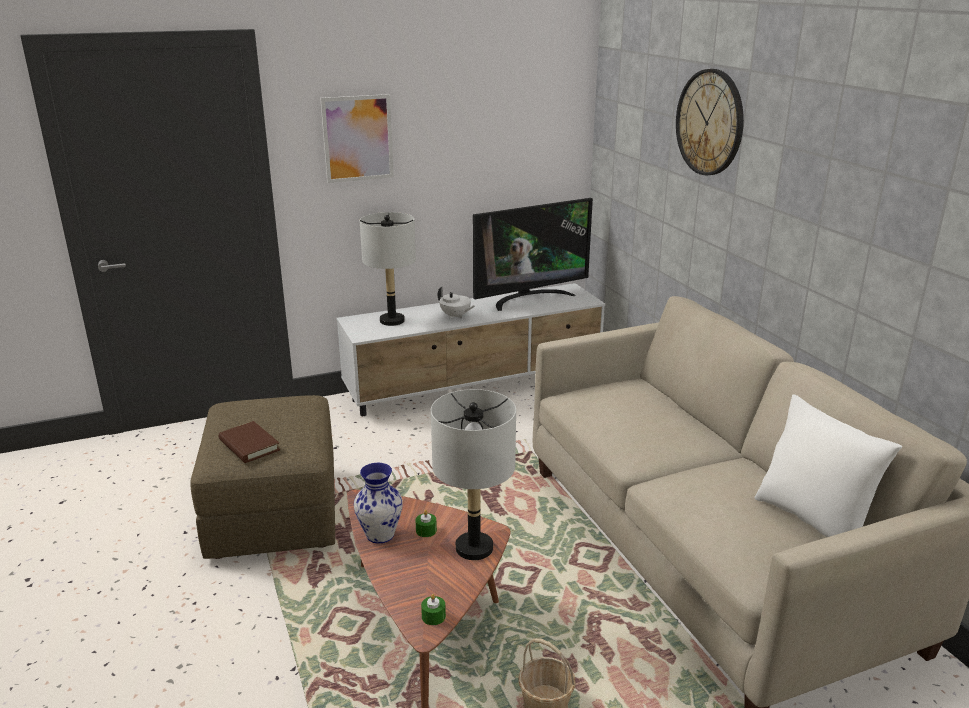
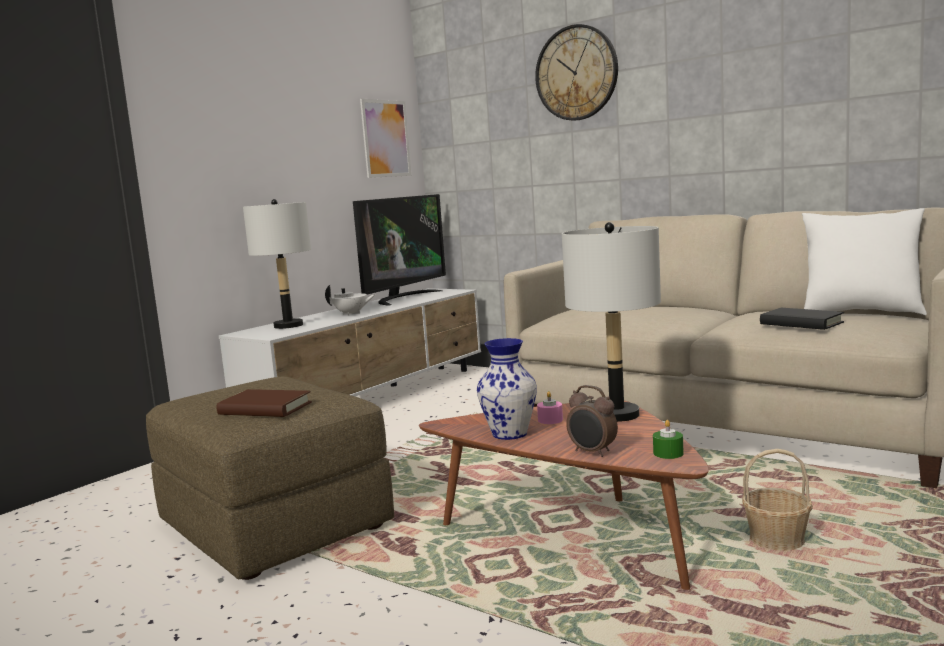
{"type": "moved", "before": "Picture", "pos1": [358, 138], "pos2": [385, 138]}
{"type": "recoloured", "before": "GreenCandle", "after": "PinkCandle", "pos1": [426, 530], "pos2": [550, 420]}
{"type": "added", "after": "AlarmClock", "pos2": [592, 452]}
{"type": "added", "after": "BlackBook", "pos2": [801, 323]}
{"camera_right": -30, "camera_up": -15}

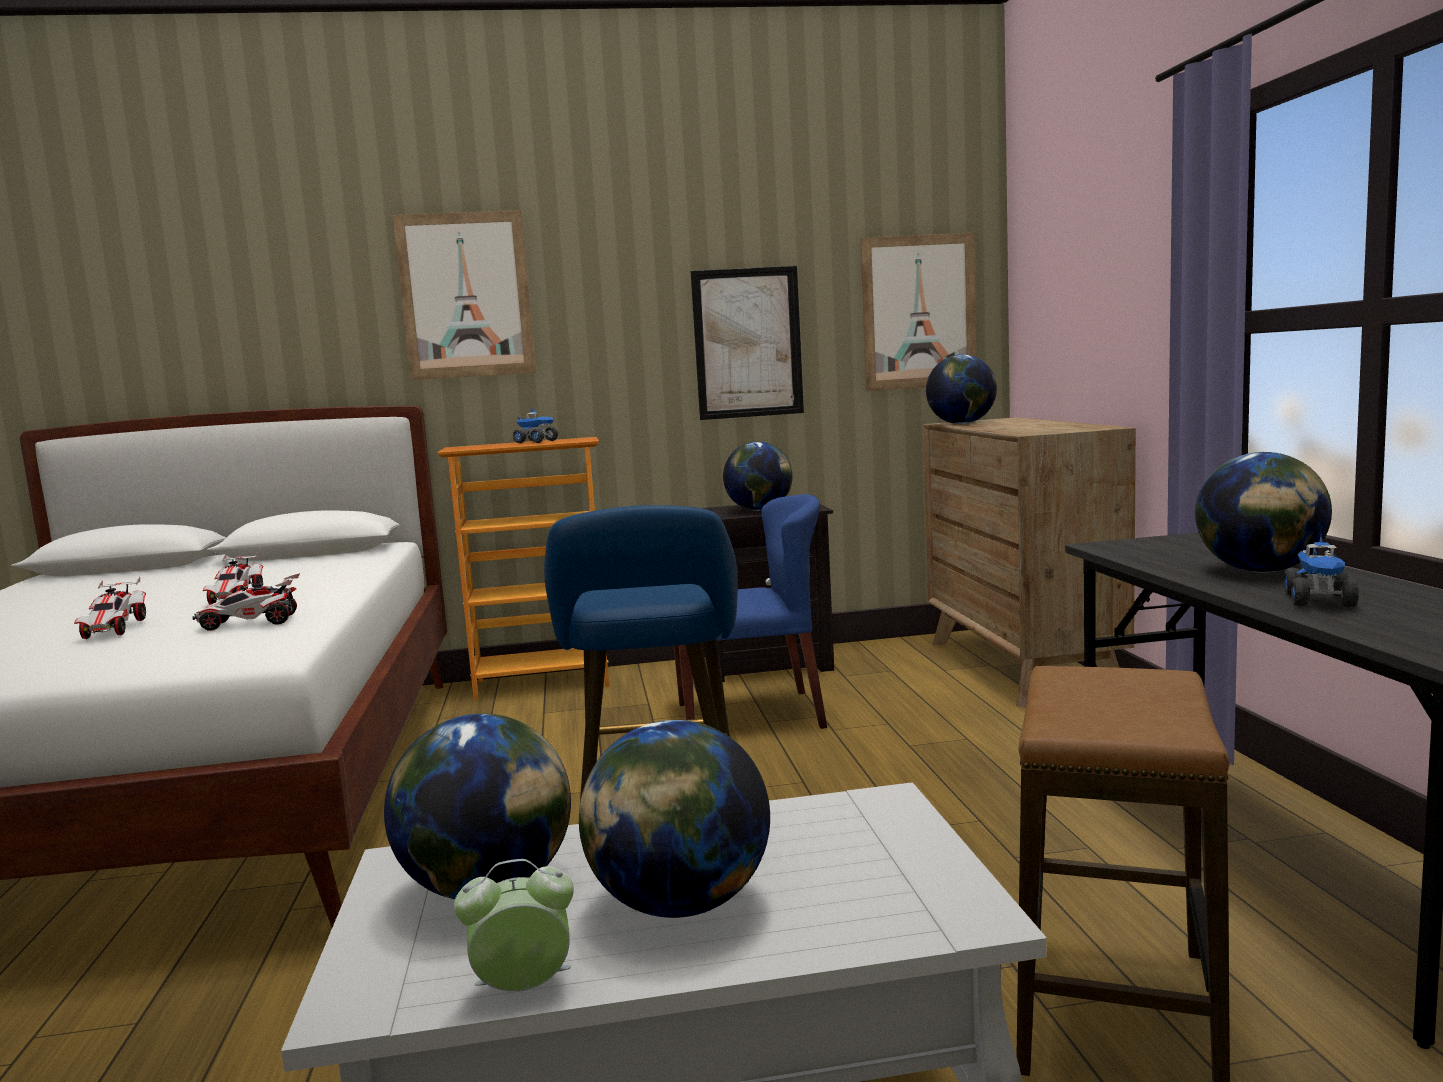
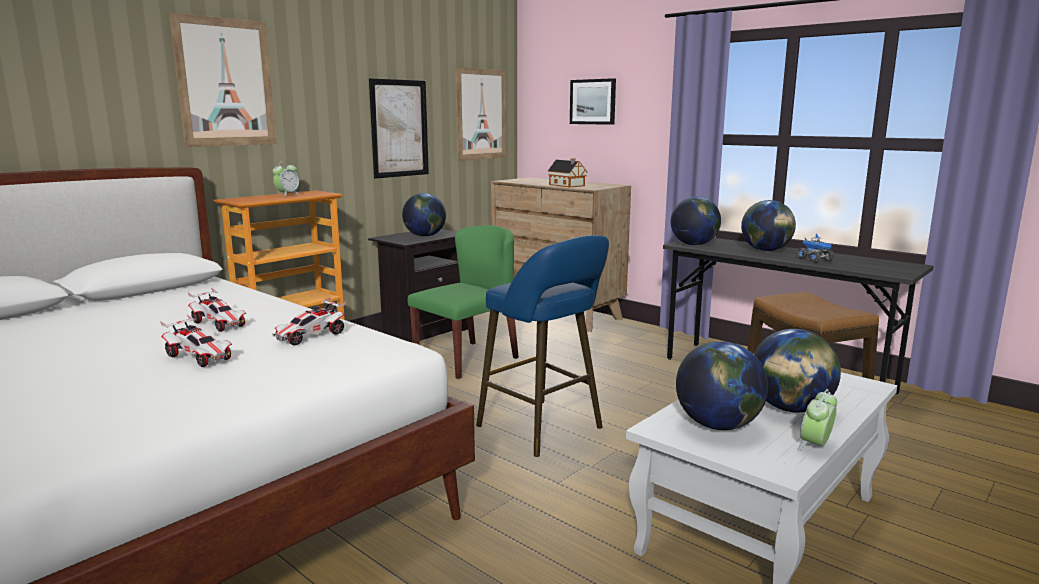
{"type": "replaced", "before": "ToyTruck", "after": "AlarmClock", "pos1": [537, 442], "pos2": [287, 195]}
{"type": "recoloured", "before": "BlueChair", "after": "GreenChair", "pos1": [751, 715], "pos2": [467, 359]}
{"type": "added", "after": "ToyHouse", "pos2": [567, 185]}
{"type": "added", "after": "Picture", "pos2": [593, 101]}
{"type": "moved", "before": "Globe", "pos1": [962, 423], "pos2": [694, 244]}
{"camera_right": -40, "camera_up": 5}

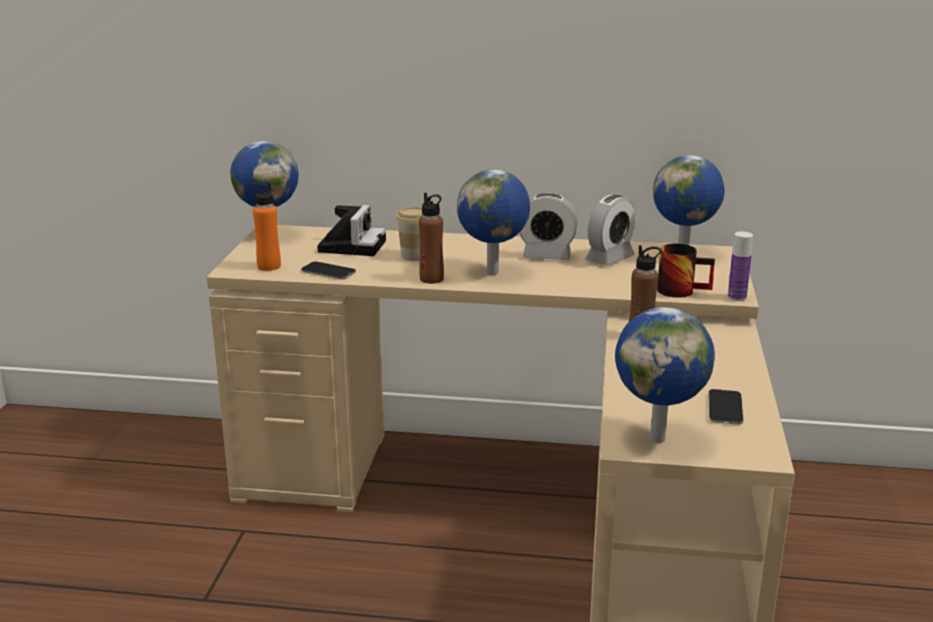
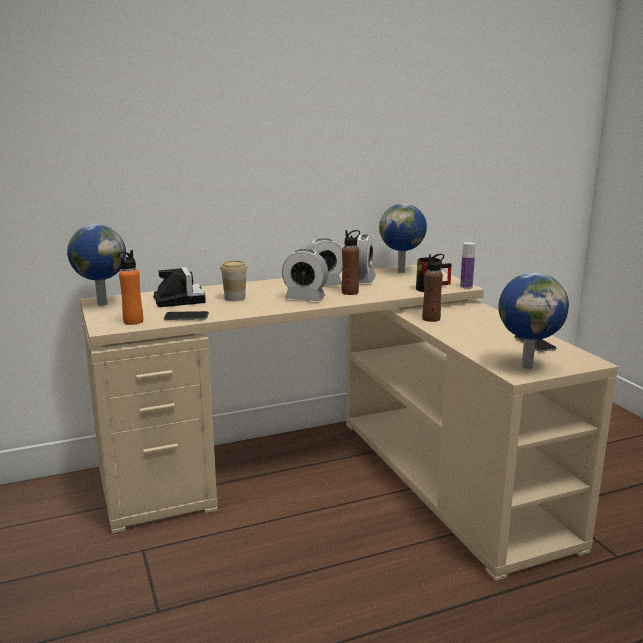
{"type": "replaced", "before": "Globe", "after": "AlarmClock", "pos1": [494, 273], "pos2": [305, 298]}
{"type": "moved", "before": "BrownBottle", "pos1": [431, 279], "pos2": [350, 292]}
{"camera_right": -30, "camera_up": -5}

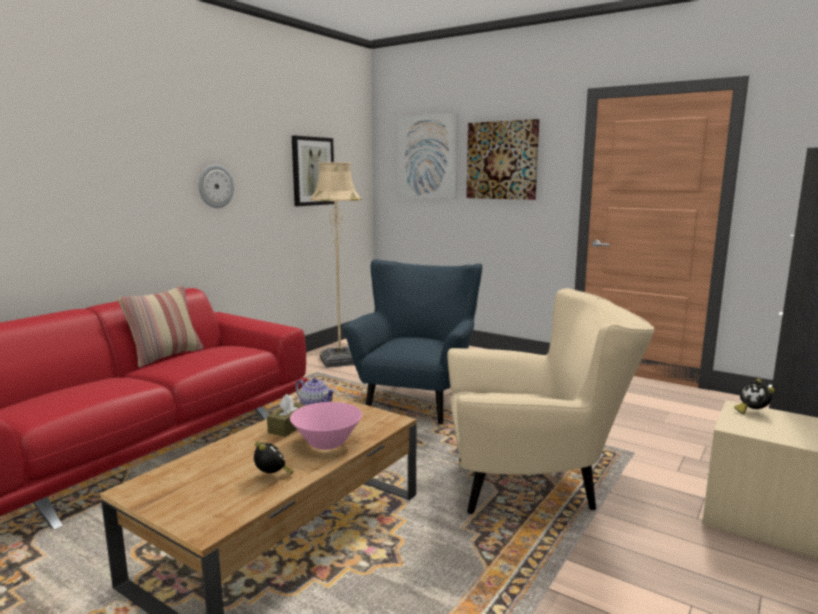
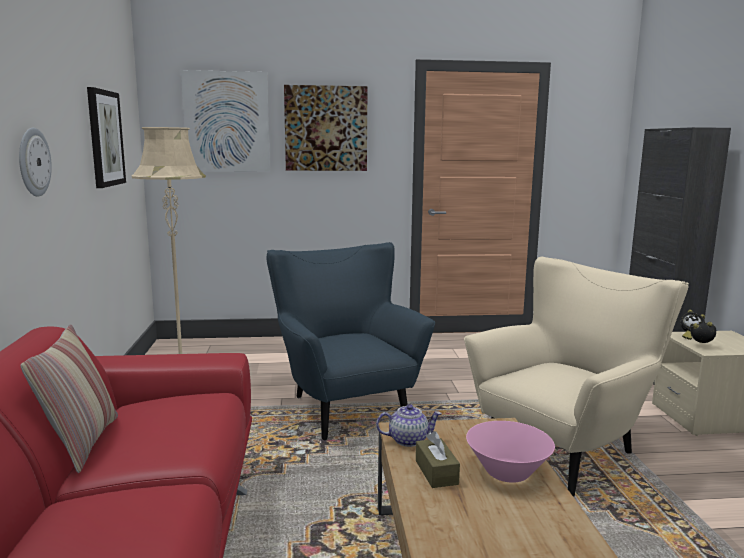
{"type": "moved", "before": "AlarmClock", "pos1": [272, 476], "pos2": [702, 346]}
{"camera_right": -40, "camera_up": 0}

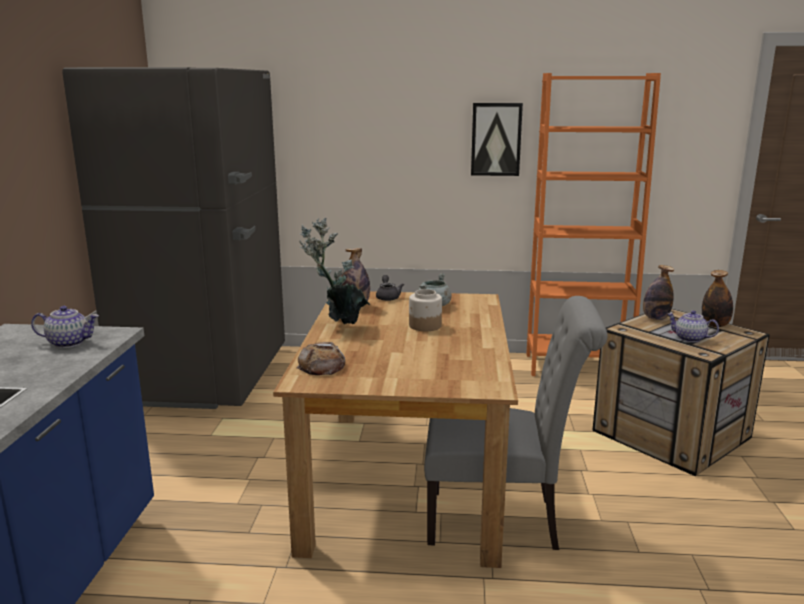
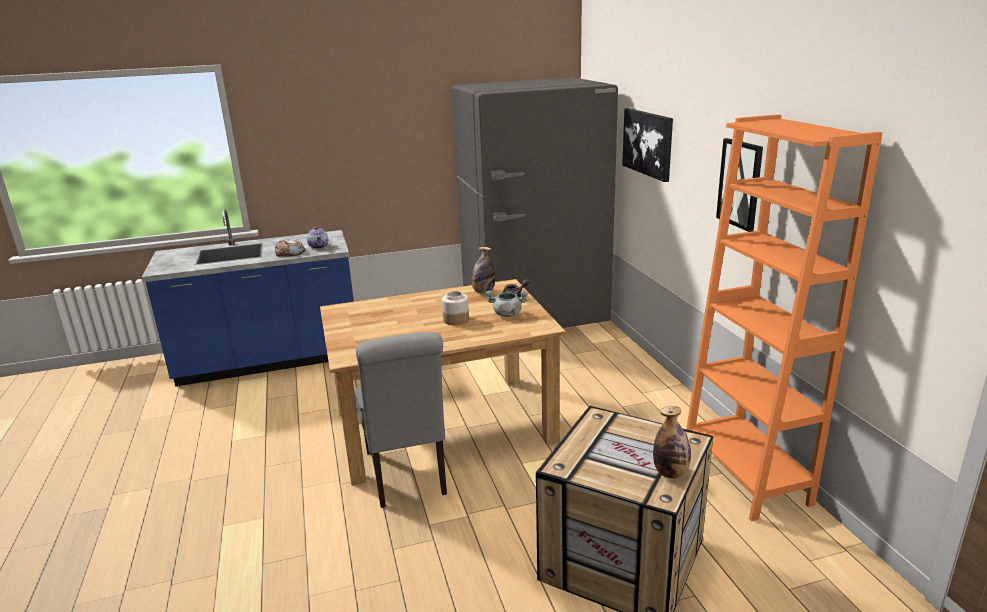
{"type": "moved", "before": "Bread", "pos1": [322, 366], "pos2": [290, 253]}
{"type": "added", "after": "Picture", "pos2": [648, 143]}
{"type": "removed", "before": "PottedPlant", "pos1": [338, 324]}
{"type": "removed", "before": "Bottle", "pos1": [655, 318]}
{"type": "removed", "before": "Teapot", "pos1": [689, 338]}
{"camera_right": 70, "camera_up": 5}

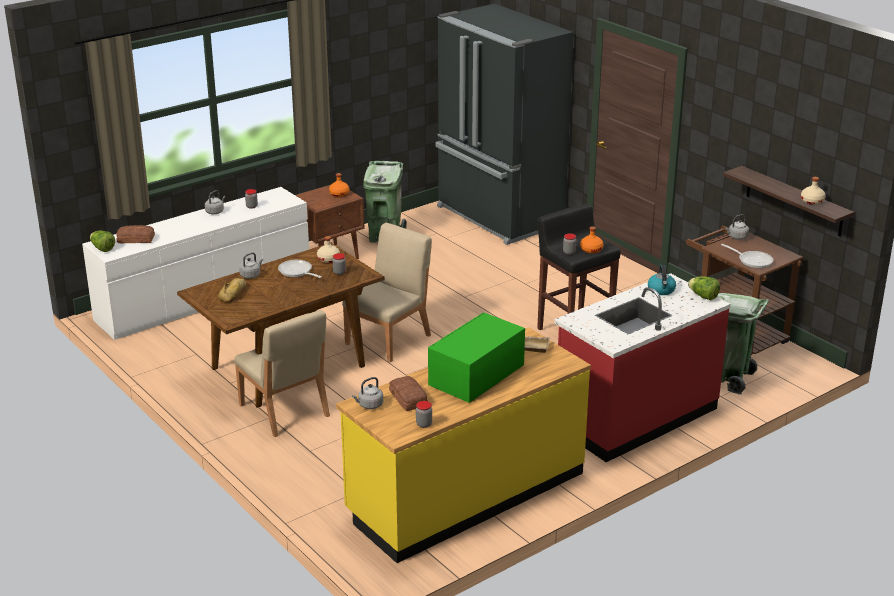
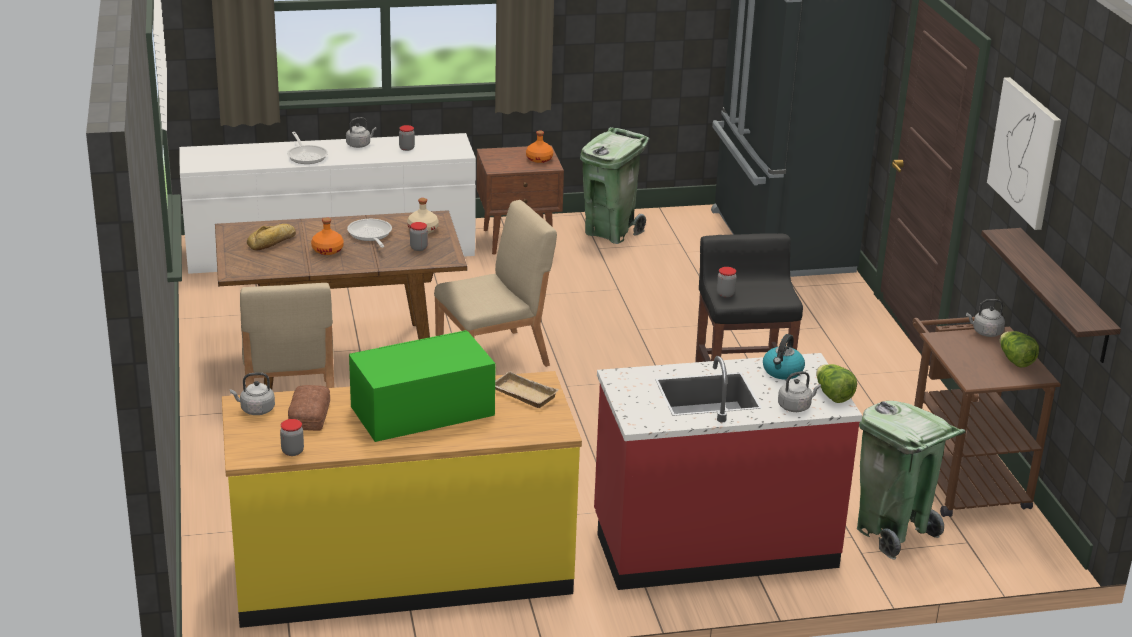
{"type": "moved", "before": "FryingPan", "pos1": [752, 261], "pos2": [306, 156]}
{"type": "moved", "before": "OrangeBottle", "pos1": [591, 250], "pos2": [327, 250]}
{"type": "moved", "before": "GreyKettle", "pos1": [251, 275], "pos2": [795, 406]}
{"type": "added", "after": "Picture", "pos2": [1025, 152]}
{"type": "moved", "before": "Lettuce", "pos1": [102, 249], "pos2": [1015, 360]}
{"type": "removed", "before": "Bread", "pos1": [135, 239]}
{"type": "removed", "before": "BeigeBottle", "pos1": [812, 201]}
{"camera_right": 25, "camera_up": 0}

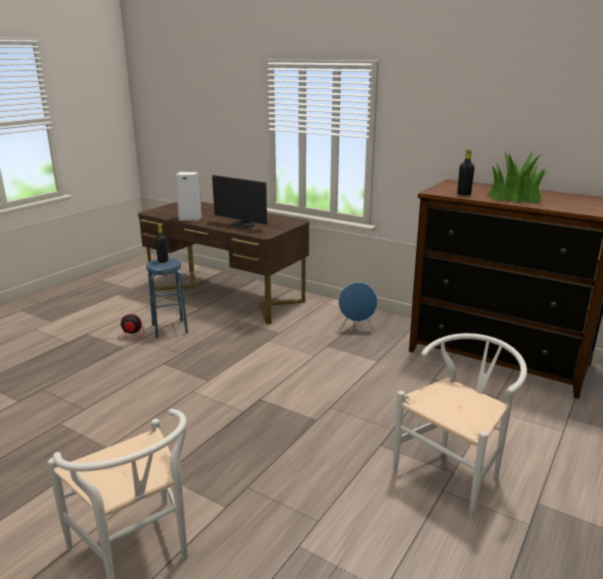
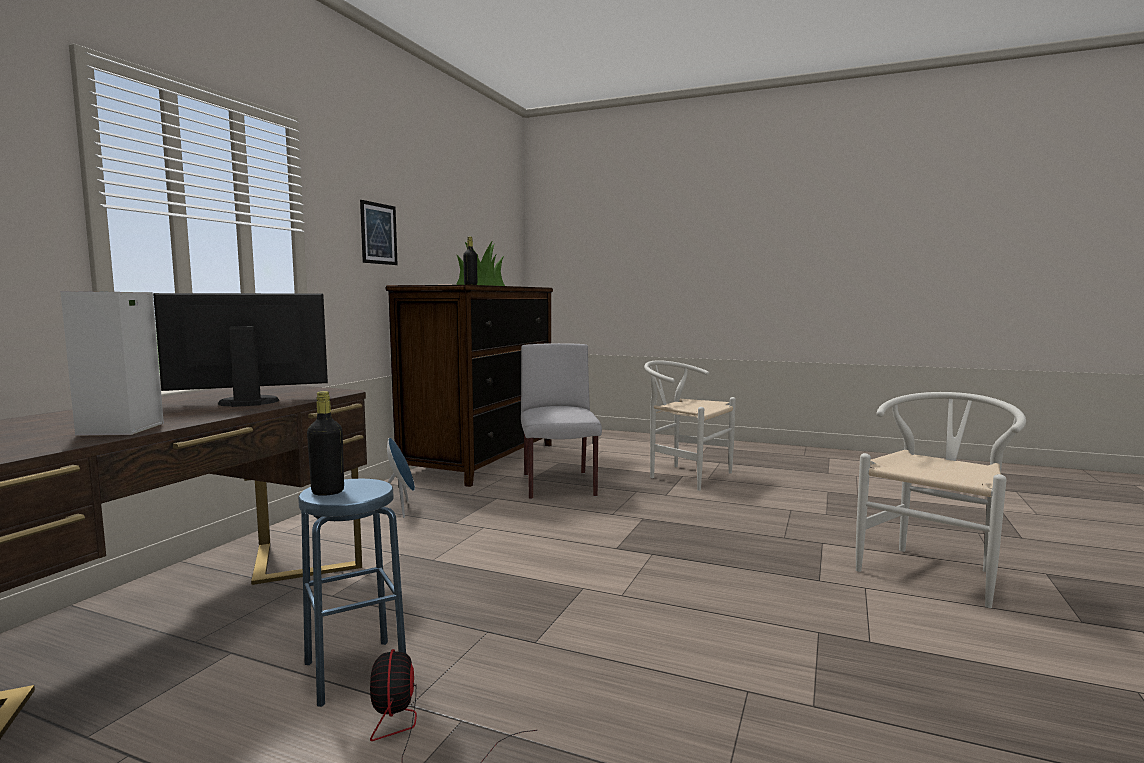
{"type": "turned", "before": "Monitor", "pos1": [241, 225], "pos2": [249, 401], "turn": -135}
{"type": "added", "after": "Picture", "pos2": [378, 233]}
{"type": "added", "after": "GreyChair", "pos2": [559, 485]}
{"camera_right": -100, "camera_up": -15}

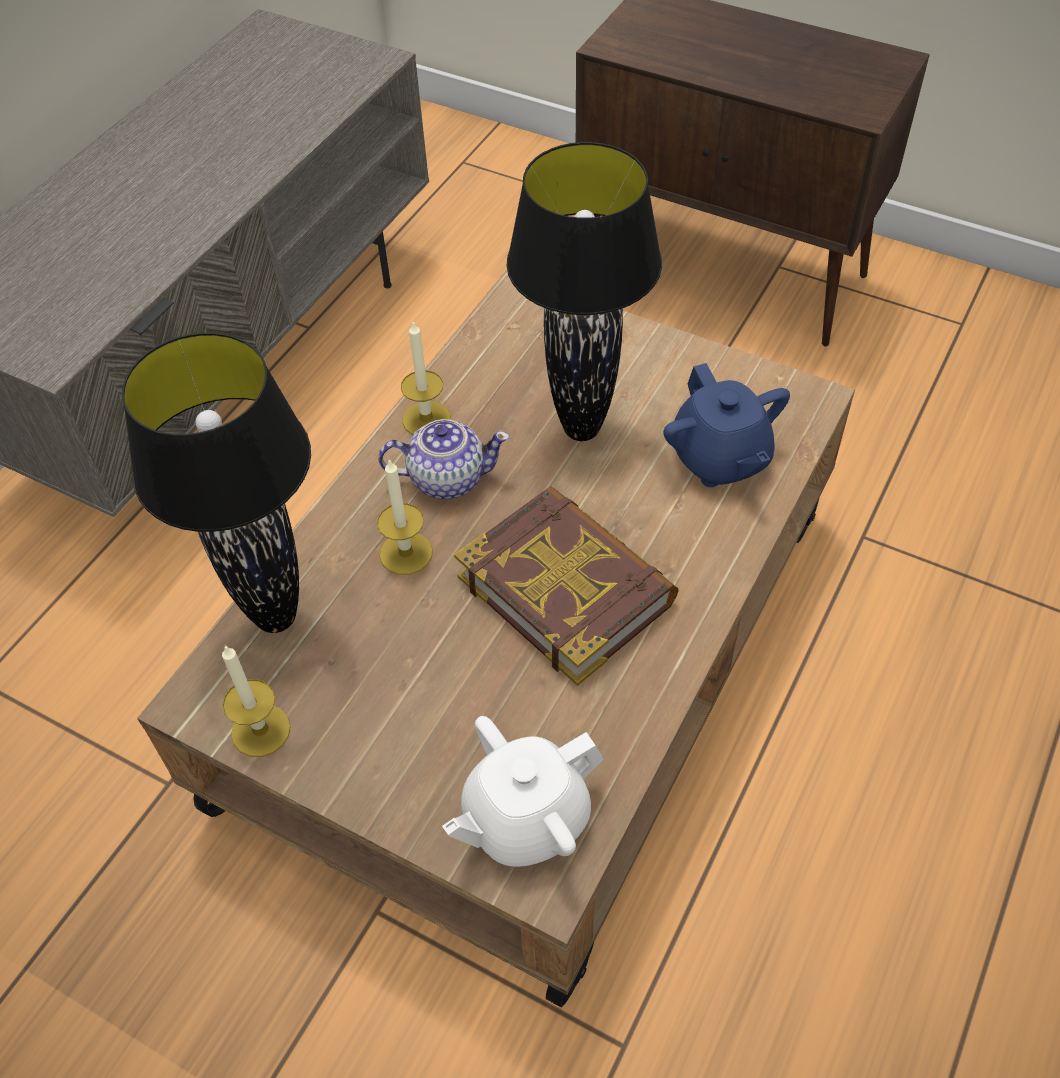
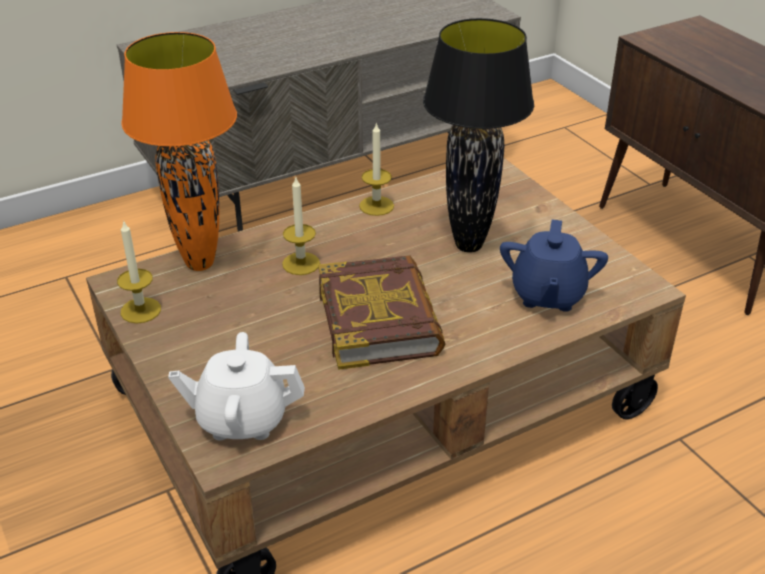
{"type": "recoloured", "before": "BlackTableLamp", "after": "OrangeTableLamp", "pos1": [275, 617], "pos2": [199, 263]}
{"type": "removed", "before": "Teapot", "pos1": [446, 478]}
{"camera_right": 30, "camera_up": -15}

